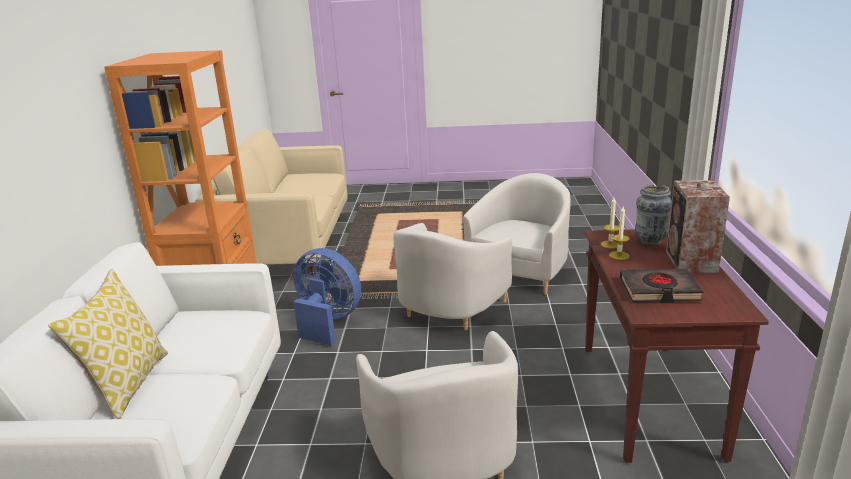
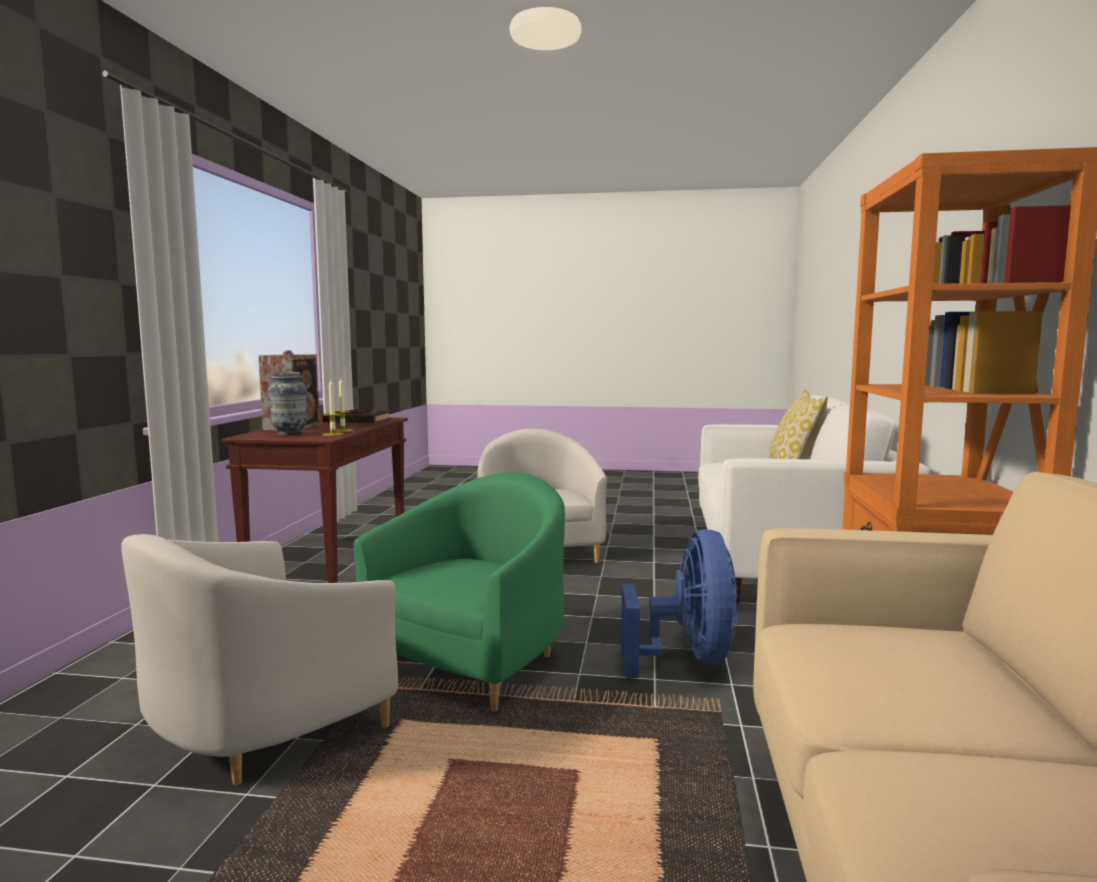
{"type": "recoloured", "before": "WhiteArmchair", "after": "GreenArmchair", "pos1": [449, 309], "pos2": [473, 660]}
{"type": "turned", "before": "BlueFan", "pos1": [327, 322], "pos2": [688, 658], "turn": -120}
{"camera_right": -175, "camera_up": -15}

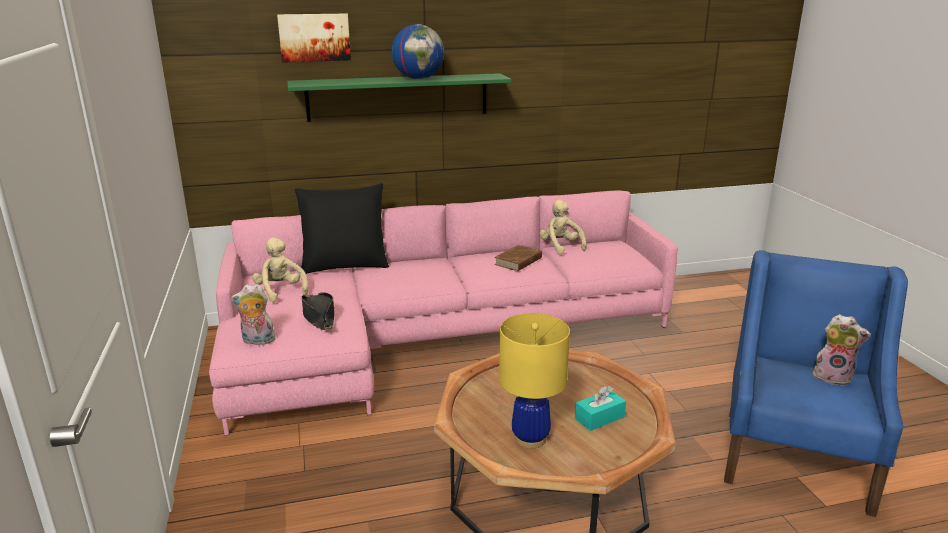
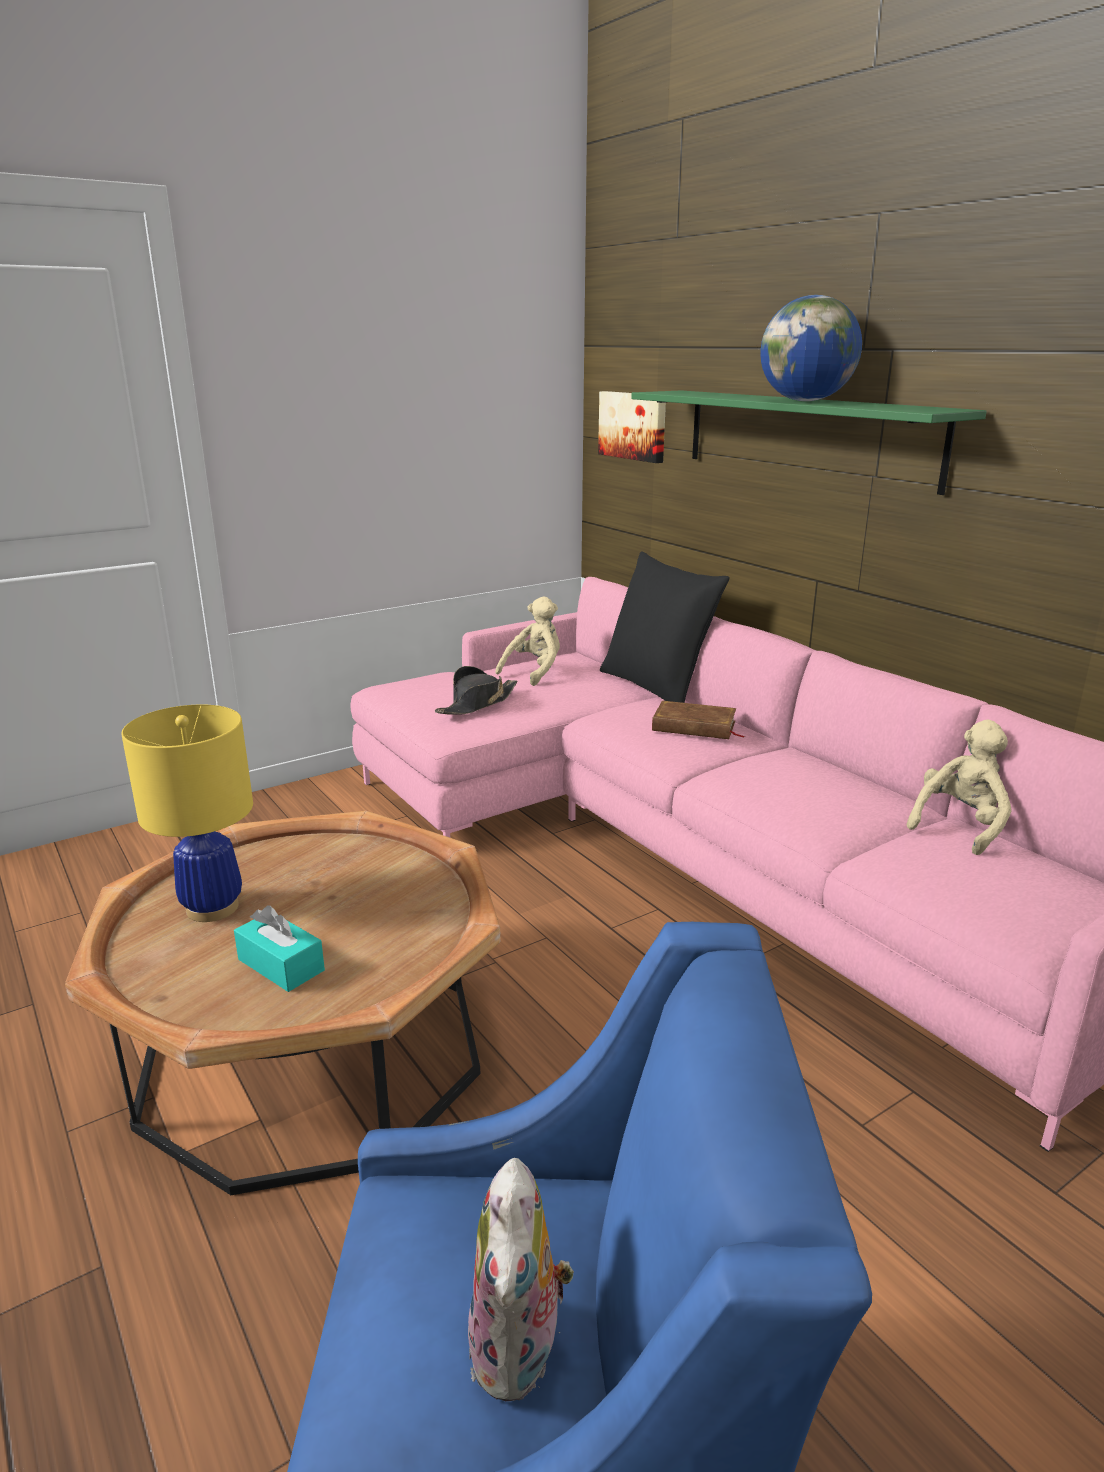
{"type": "moved", "before": "Picture", "pos1": [314, 37], "pos2": [634, 426]}
{"type": "moved", "before": "BrownBook", "pos1": [518, 261], "pos2": [694, 726]}
{"type": "removed", "before": "PlushToy", "pos1": [257, 341]}
{"camera_right": 70, "camera_up": 0}

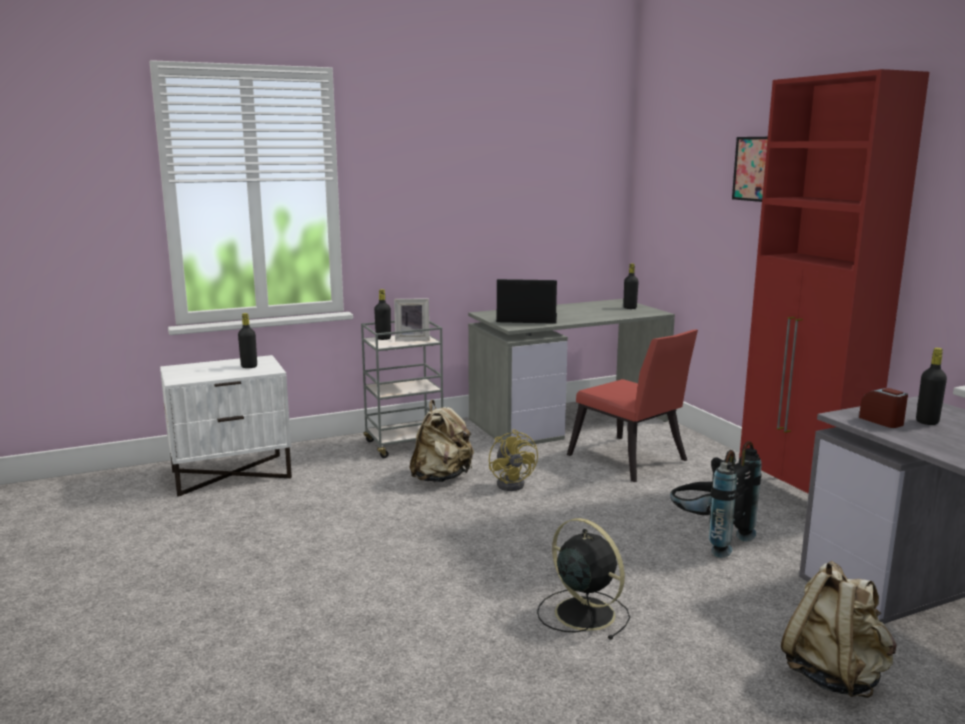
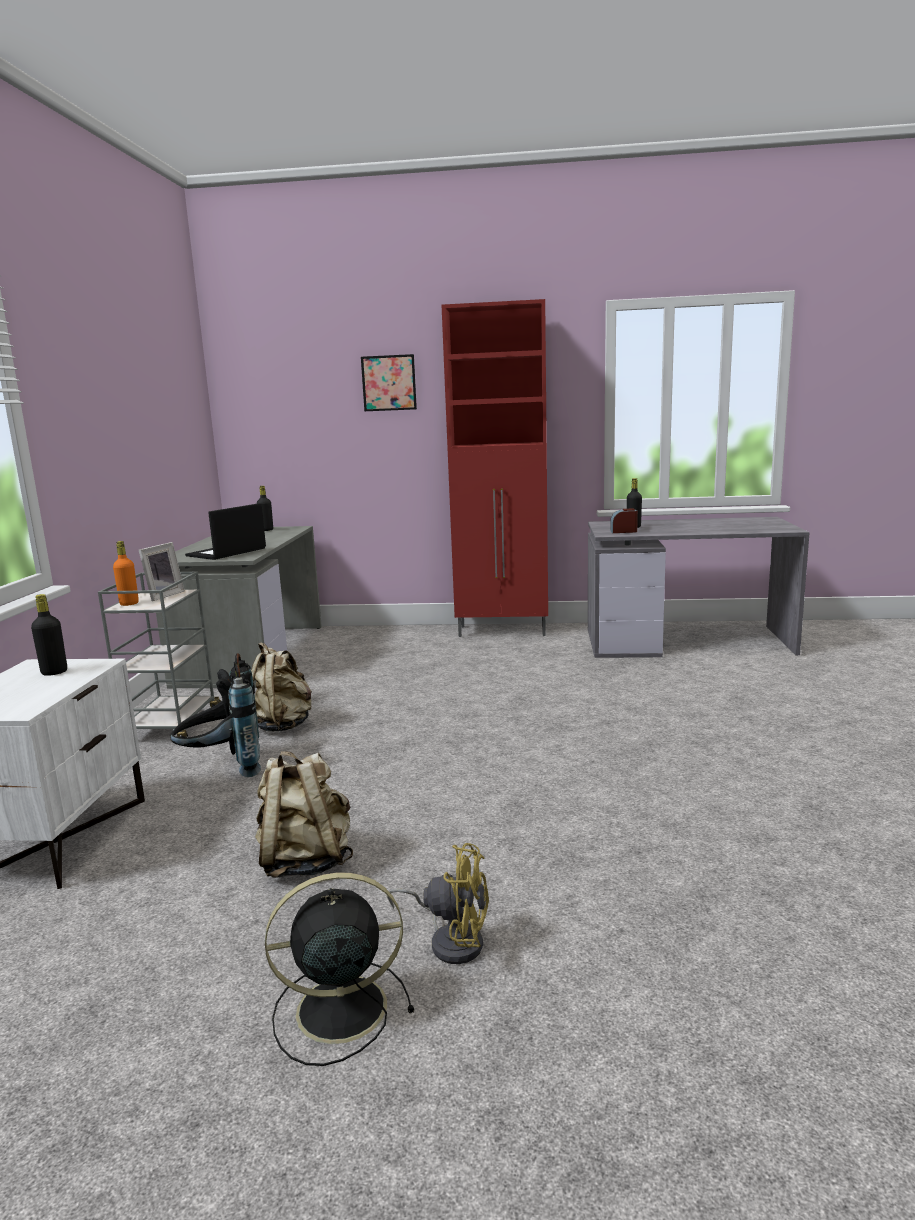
{"type": "recoloured", "before": "BlackBottle", "after": "OrangeBottle", "pos1": [383, 338], "pos2": [129, 603]}
{"type": "moved", "before": "BlackBackpack", "pos1": [708, 539], "pos2": [223, 768]}
{"type": "moved", "before": "BeigeBackpack", "pos1": [834, 676], "pos2": [306, 861]}
{"type": "moved", "before": "BlackFan", "pos1": [582, 612], "pos2": [337, 1009]}
{"type": "moved", "before": "YellowFan", "pos1": [513, 483], "pos2": [451, 940]}
{"type": "removed", "before": "RedChair", "pos1": [631, 461]}
{"camera_right": -60, "camera_up": 0}

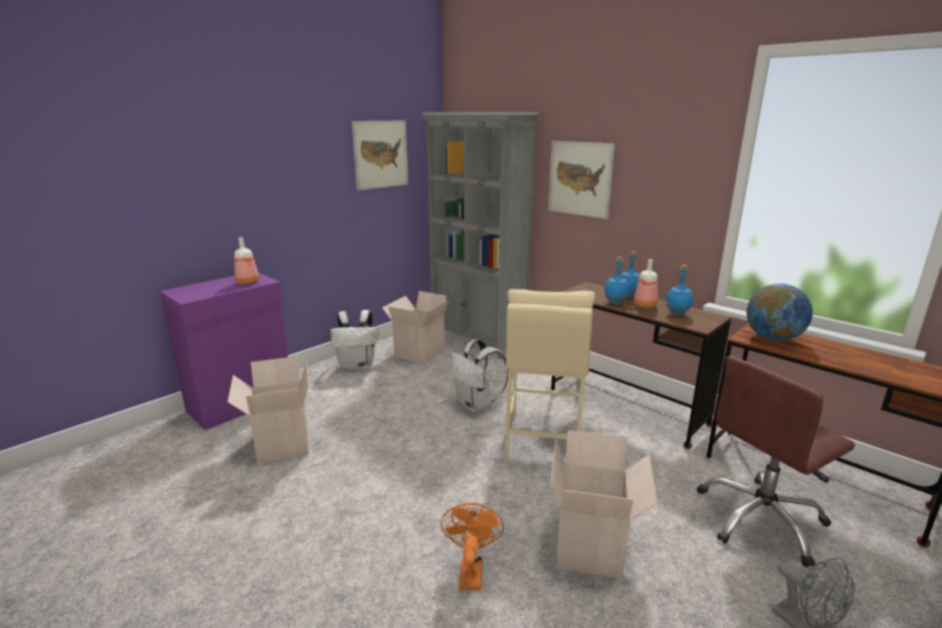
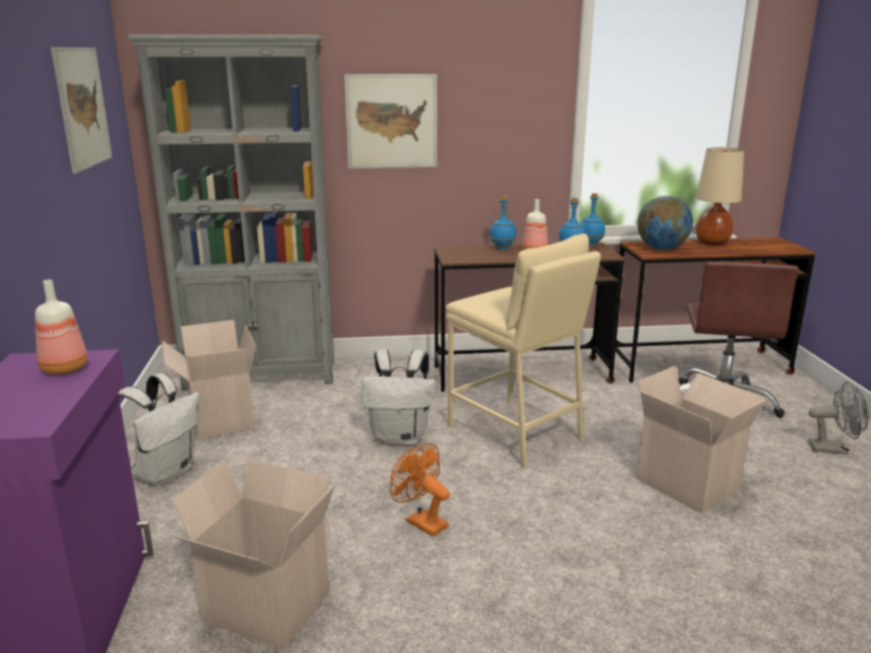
{"type": "moved", "before": "OrangeFan", "pos1": [470, 570], "pos2": [421, 522]}
{"type": "moved", "before": "BlueBottle", "pos1": [615, 303], "pos2": [590, 245]}
{"type": "added", "after": "BeigeTableLamp", "pos2": [711, 243]}
{"camera_right": -50, "camera_up": 0}

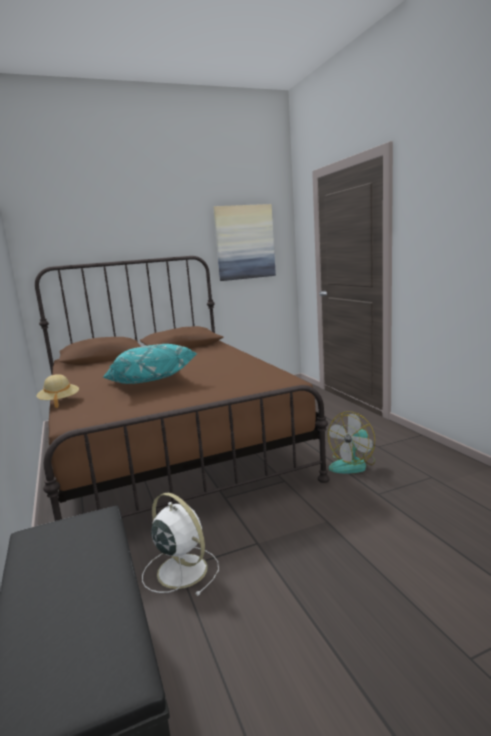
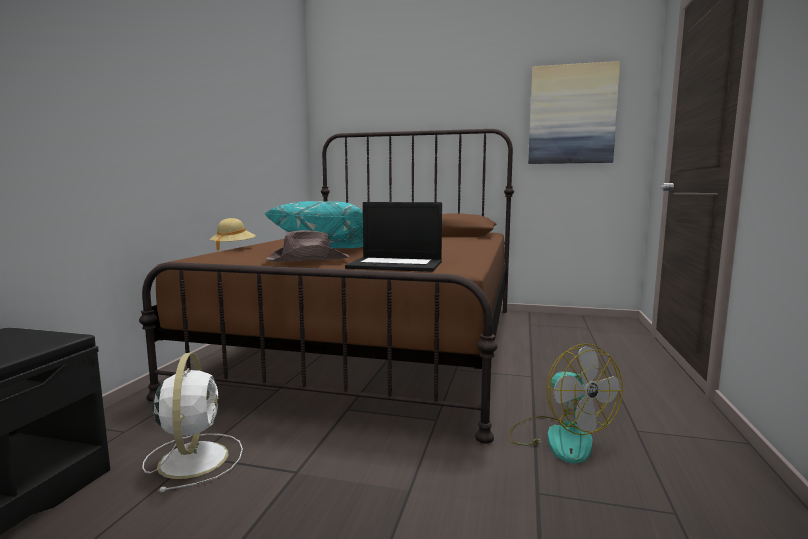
{"type": "added", "after": "BrownHat", "pos2": [308, 260]}
{"type": "added", "after": "Laptop", "pos2": [397, 265]}
{"type": "turned", "before": "Fan", "pos1": [353, 464], "pos2": [559, 437], "turn": -105}
{"camera_right": 35, "camera_up": -5}

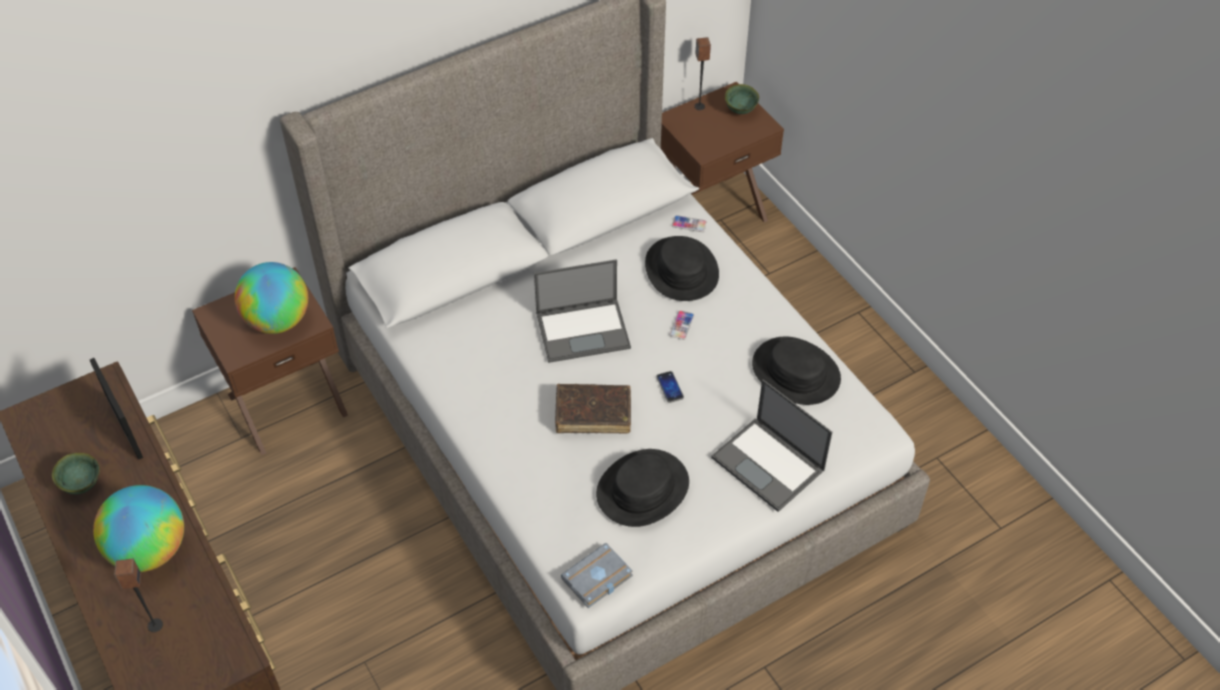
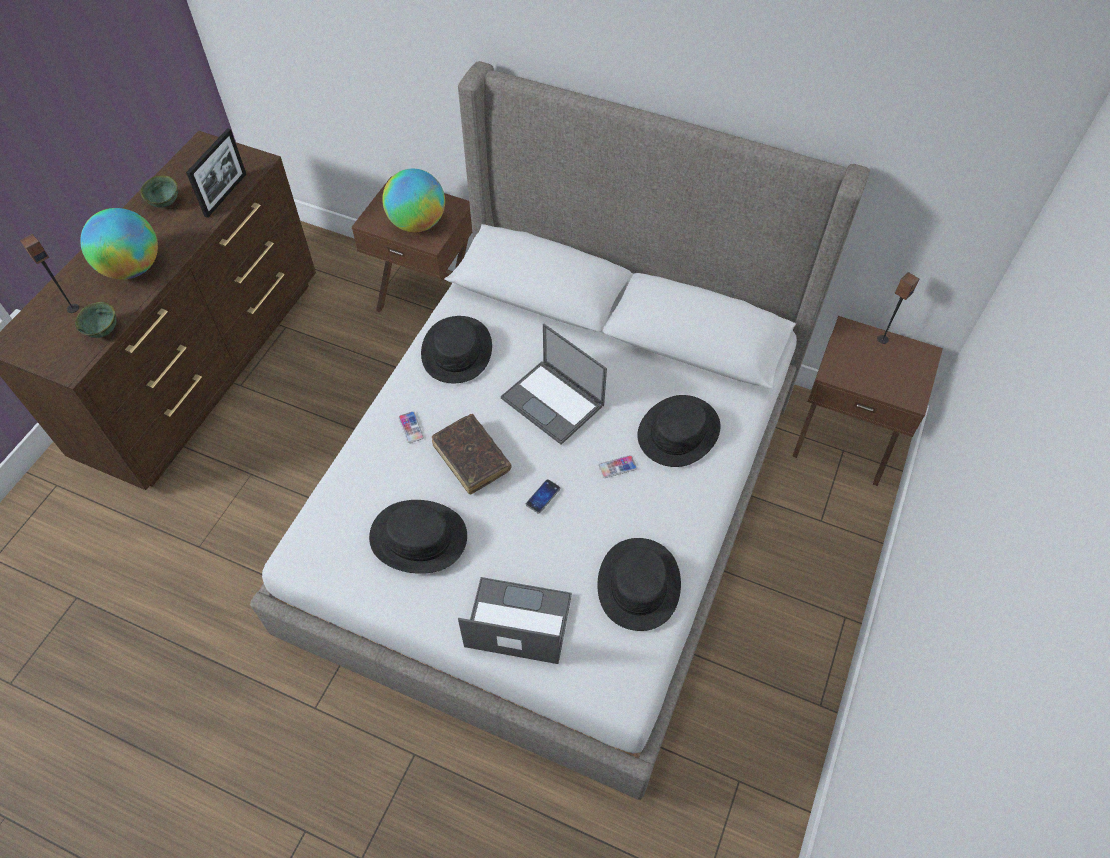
{"type": "moved", "before": "GreenBowl", "pos1": [741, 110], "pos2": [104, 331]}
{"type": "moved", "before": "Phone", "pos1": [689, 224], "pos2": [411, 427]}
{"type": "added", "after": "BlackHat", "pos2": [457, 351]}
{"type": "turned", "before": "Laptop", "pos1": [769, 464], "pos2": [517, 621], "turn": 90}
{"type": "removed", "before": "GreyBook", "pos1": [597, 580]}
{"camera_right": 55, "camera_up": 5}

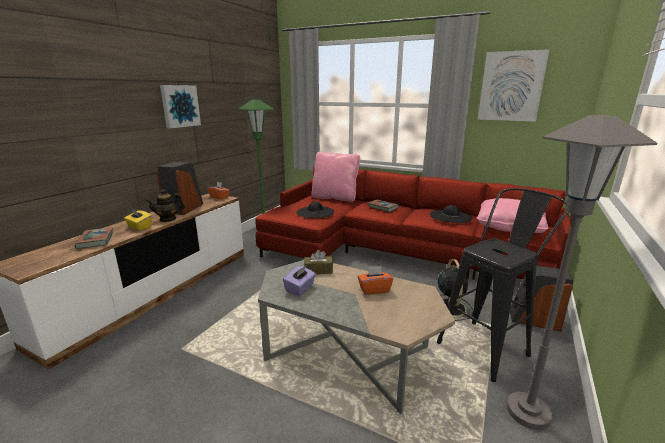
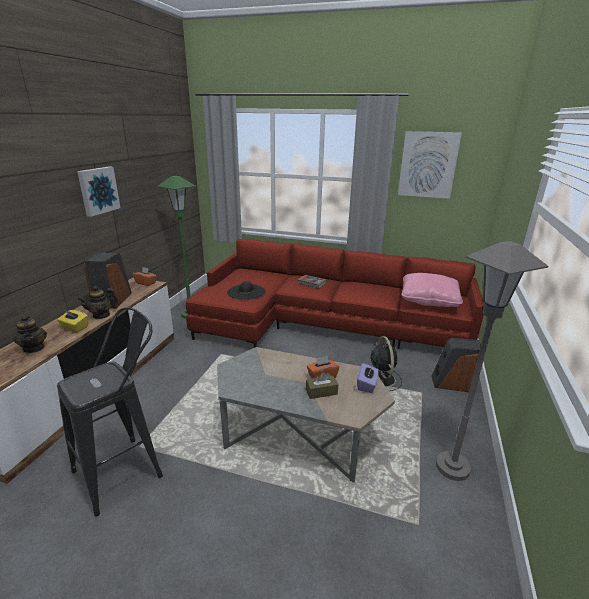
{"type": "replaced", "before": "Book", "after": "Teapot", "pos1": [96, 240], "pos2": [34, 348]}
{"type": "moved", "before": "BlackStool", "pos1": [488, 346], "pos2": [127, 469]}
{"type": "moved", "before": "BrownTissueBox", "pos1": [318, 270], "pos2": [321, 392]}
{"type": "moved", "before": "PurpleTissueBox", "pos1": [300, 288], "pos2": [367, 385]}
{"type": "removed", "before": "PinkPillow", "pos1": [335, 197]}
{"type": "removed", "before": "BlackHat", "pos1": [450, 216]}
{"camera_right": -10, "camera_up": 5}

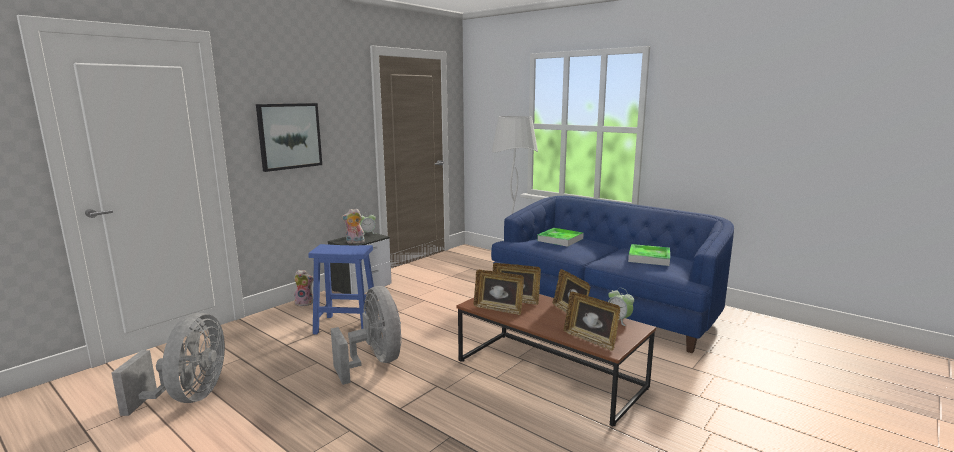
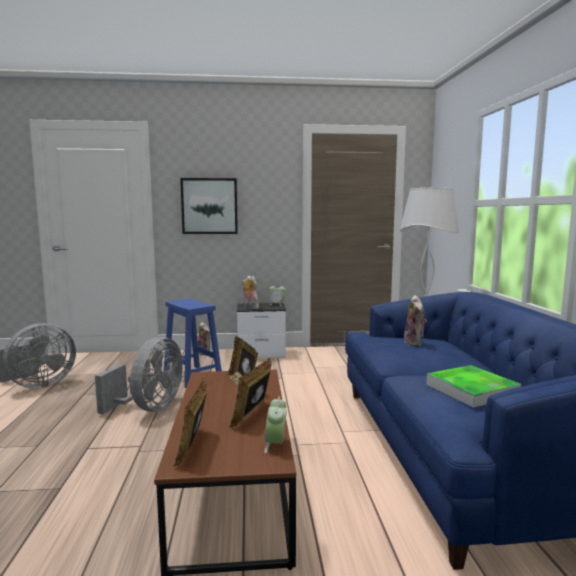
{"type": "replaced", "before": "Tray", "after": "PlushToy", "pos1": [560, 239], "pos2": [415, 343]}
{"type": "removed", "before": "PictureFrame", "pos1": [498, 309]}
{"camera_right": 45, "camera_up": -5}

